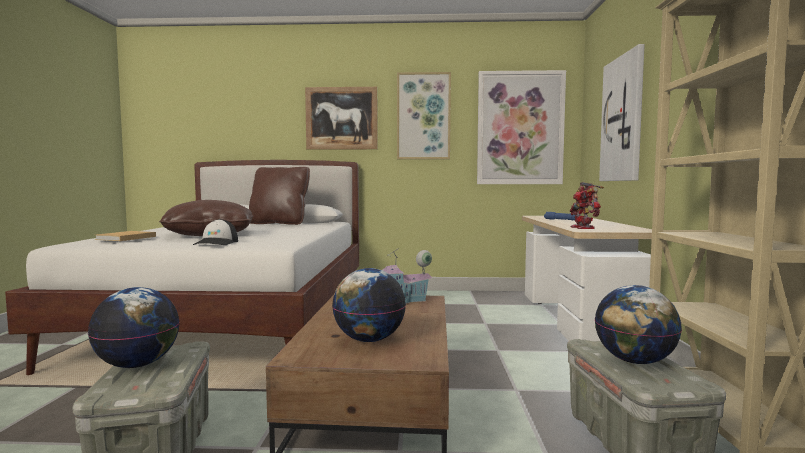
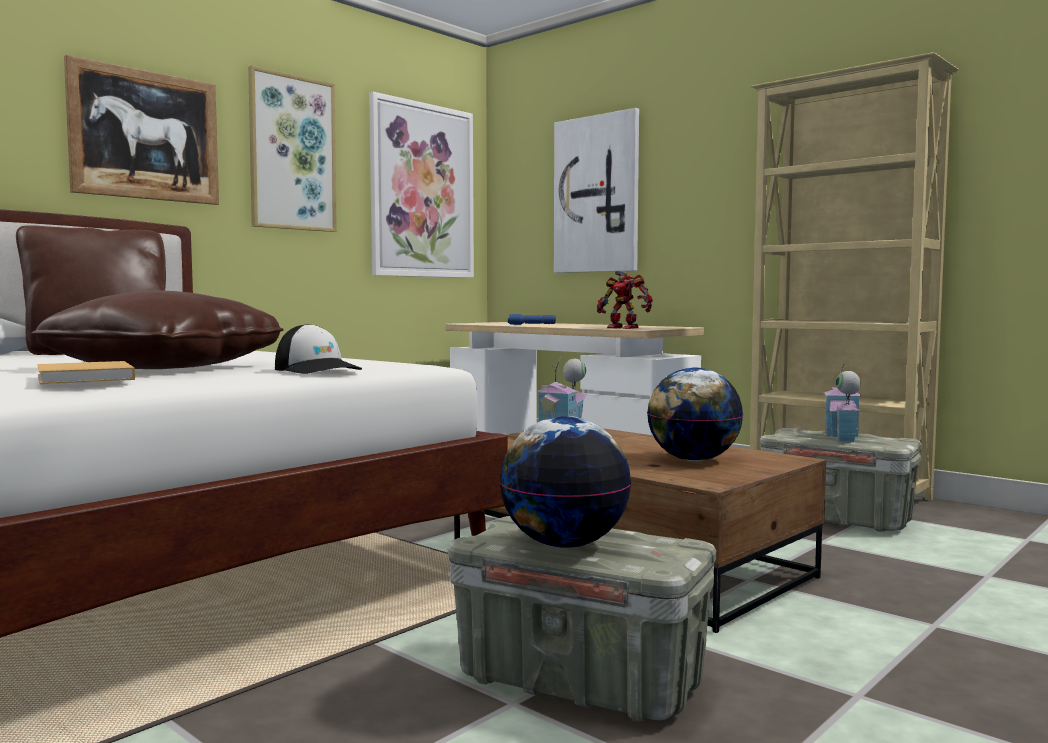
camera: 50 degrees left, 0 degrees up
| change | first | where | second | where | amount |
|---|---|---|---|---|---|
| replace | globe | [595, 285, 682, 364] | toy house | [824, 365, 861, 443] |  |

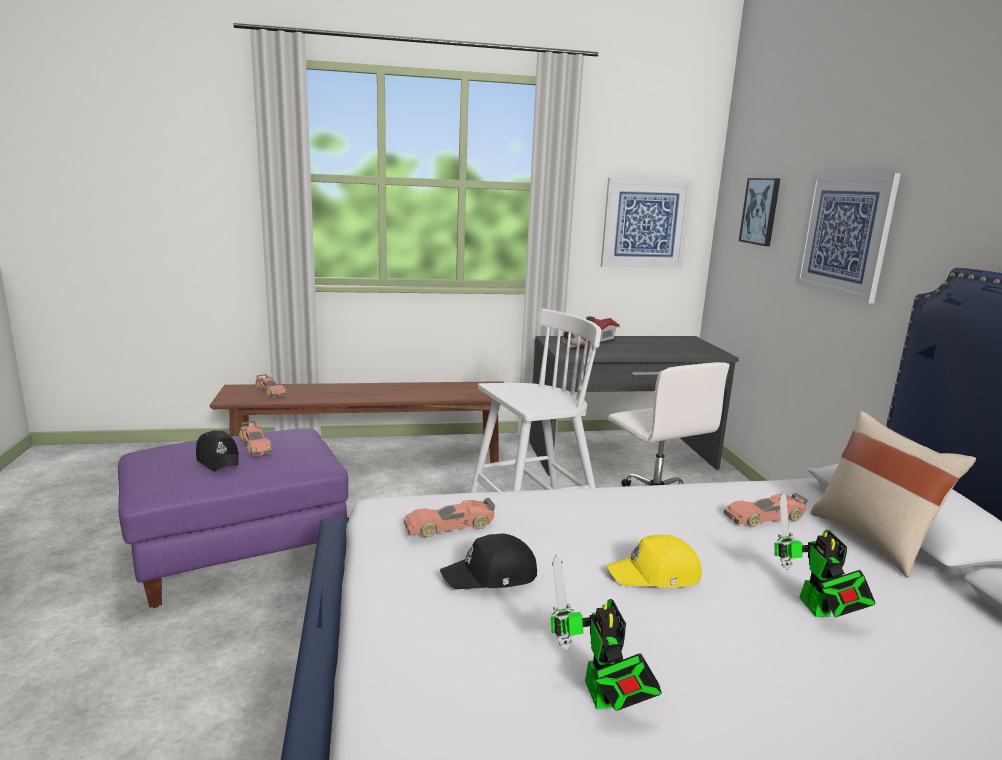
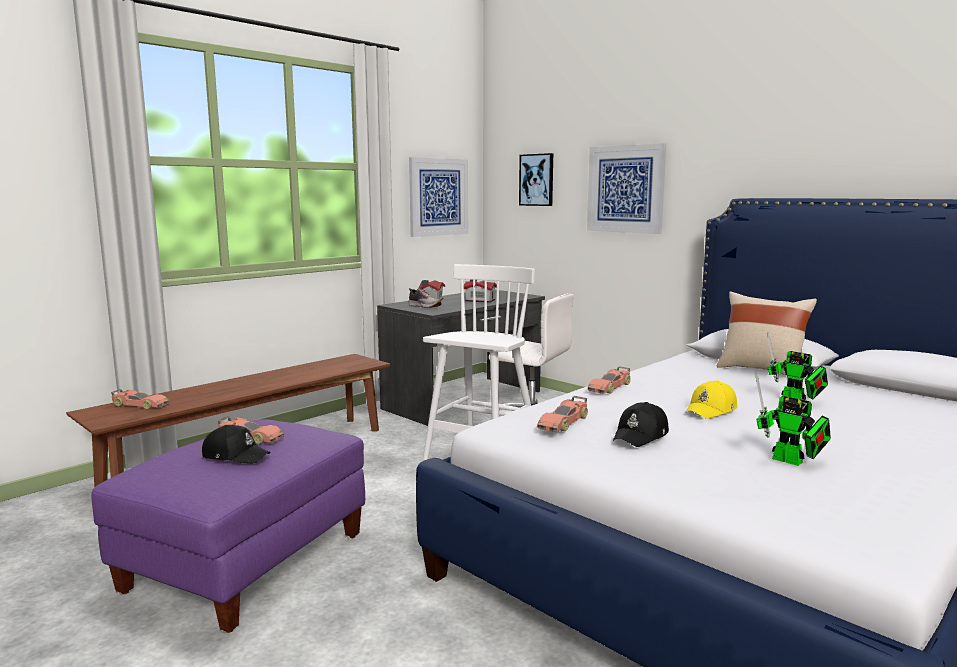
camera: 35 degrees left, 5 degrees down
| change | first | where | second | where | amount |
|---|---|---|---|---|---|
| insert |  |  | toy house | [464, 280, 497, 303] |  |
| move | toy car | [724, 493, 808, 527] |  | [588, 366, 631, 394] |  |

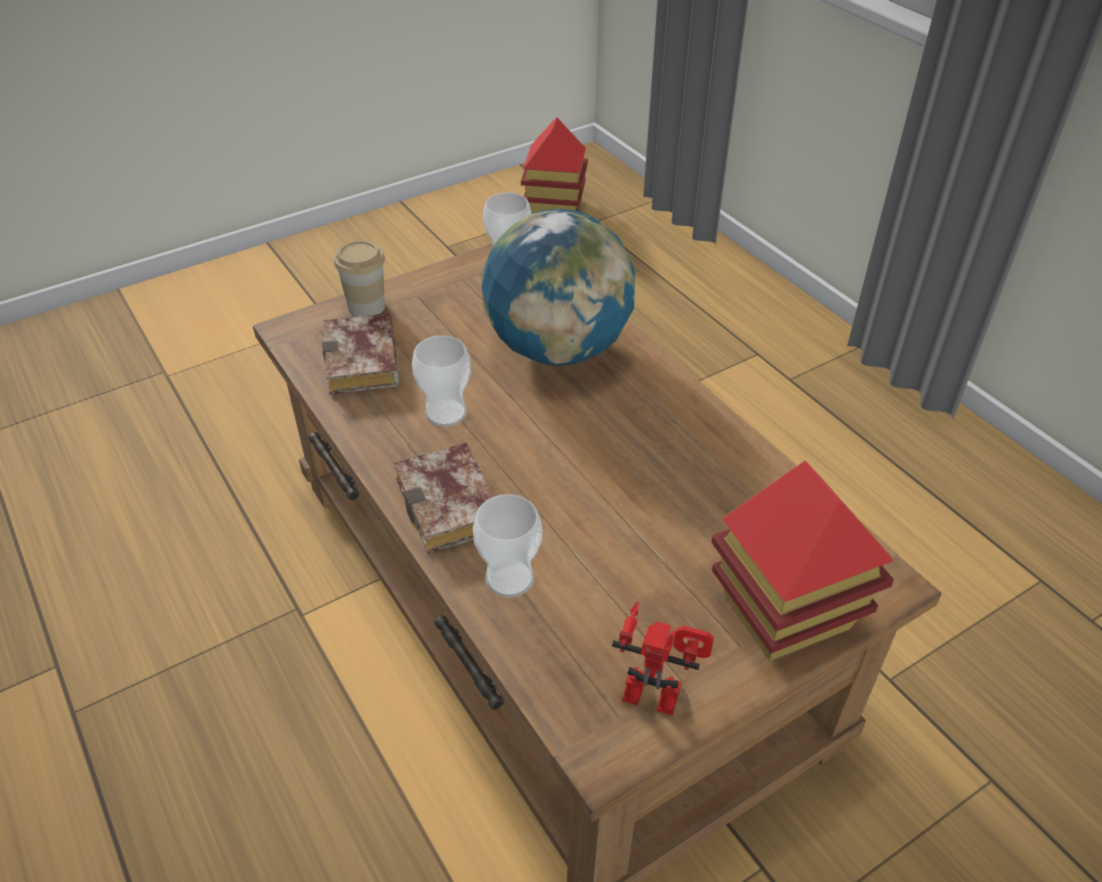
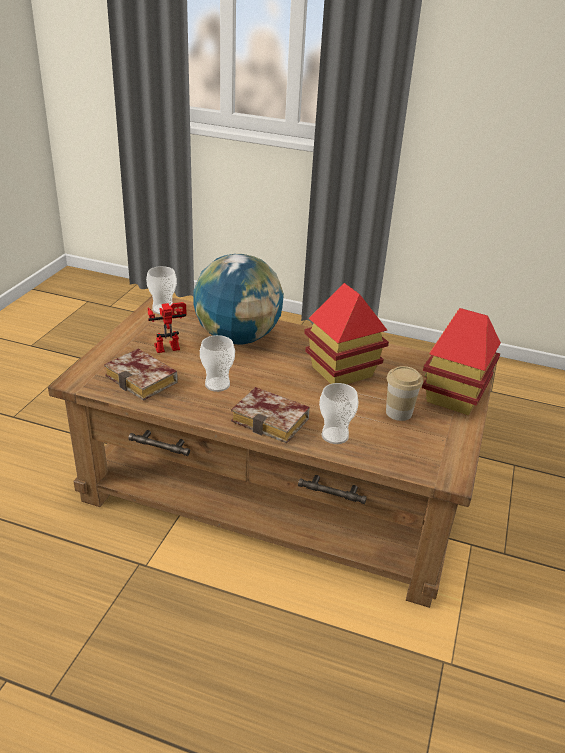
camera: 40 degrees left, 10 degrees down
| change | first | where | second | where | amount |
|---|---|---|---|---|---|
| move | toy robot | [612, 601, 714, 715] |  | [148, 302, 187, 353] |  |
| move | toy house | [521, 117, 588, 214] |  | [304, 283, 389, 384] |  |
| move | cup | [334, 241, 385, 317] |  | [386, 366, 423, 421] |  |

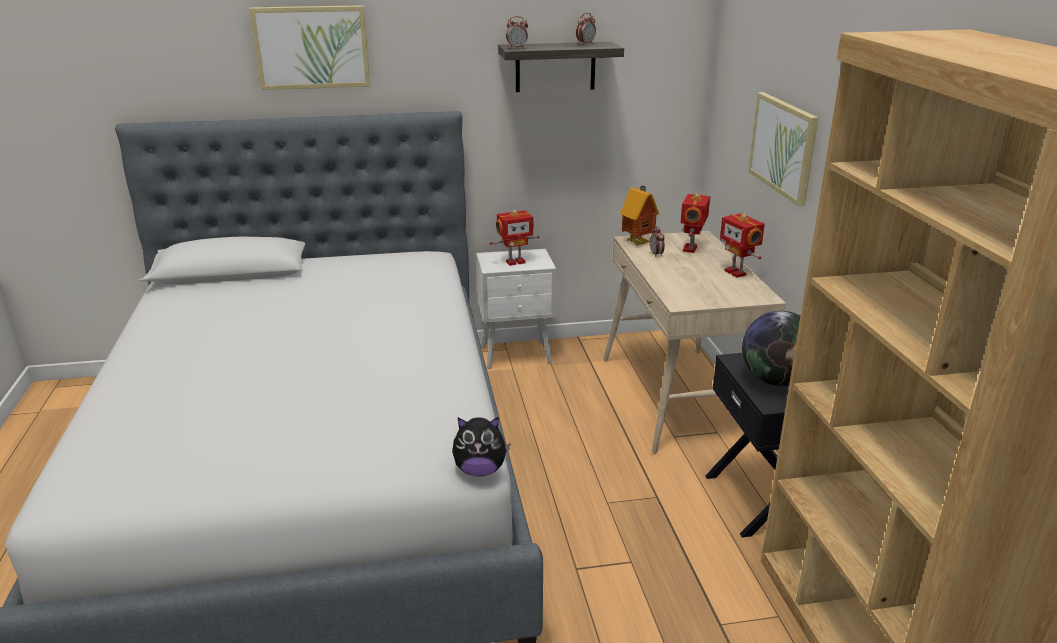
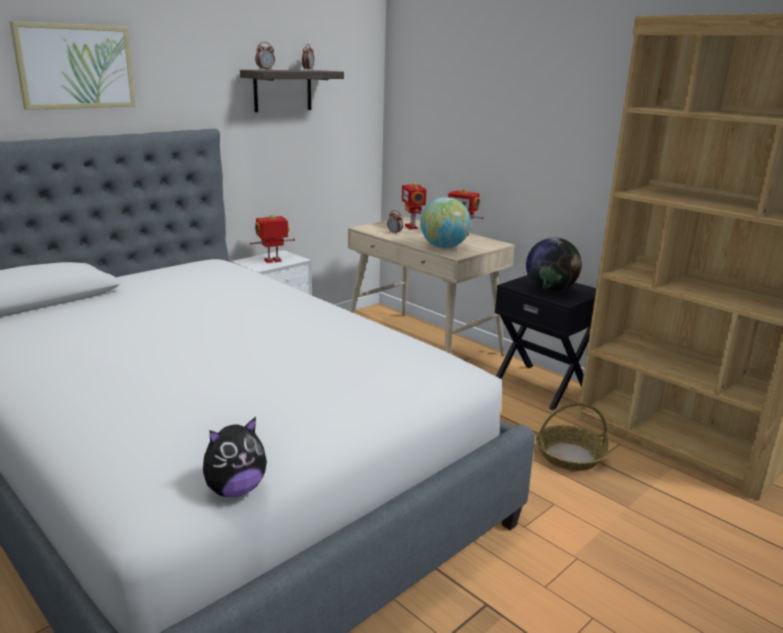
camera: 35 degrees left, 5 degrees down
| change | first | where | second | where | amount |
|---|---|---|---|---|---|
| move | plush toy | [452, 417, 511, 477] |  | [203, 417, 267, 497] |  |
| rotate | toy robot | [490, 210, 539, 266] |  | [250, 214, 295, 263] | 150 degrees counterclockwise |
| insert |  |  | globe | [420, 197, 471, 248] |  |
| insert |  |  | basket | [536, 403, 608, 471] |  |
| delete | toy house | [620, 186, 659, 246] |  |  |  |
| delete | picture | [748, 92, 818, 206] |  |  |  |

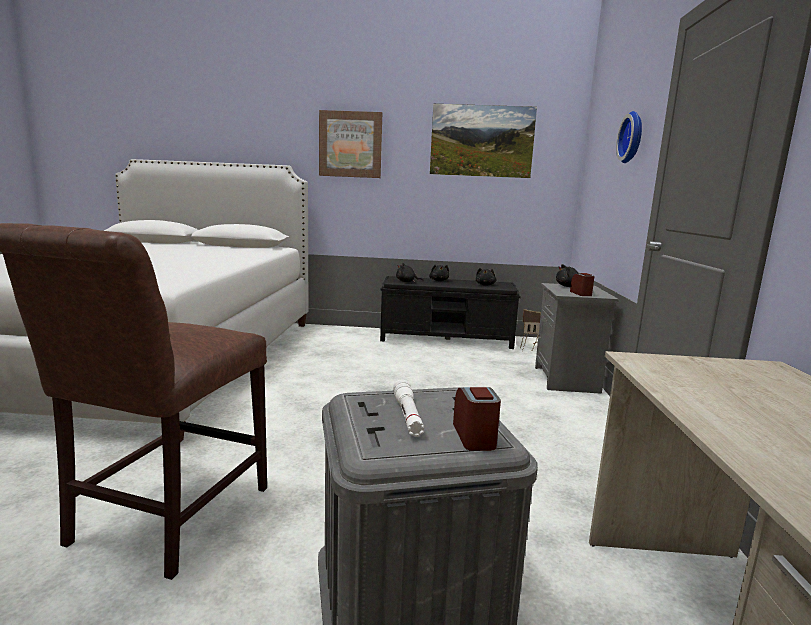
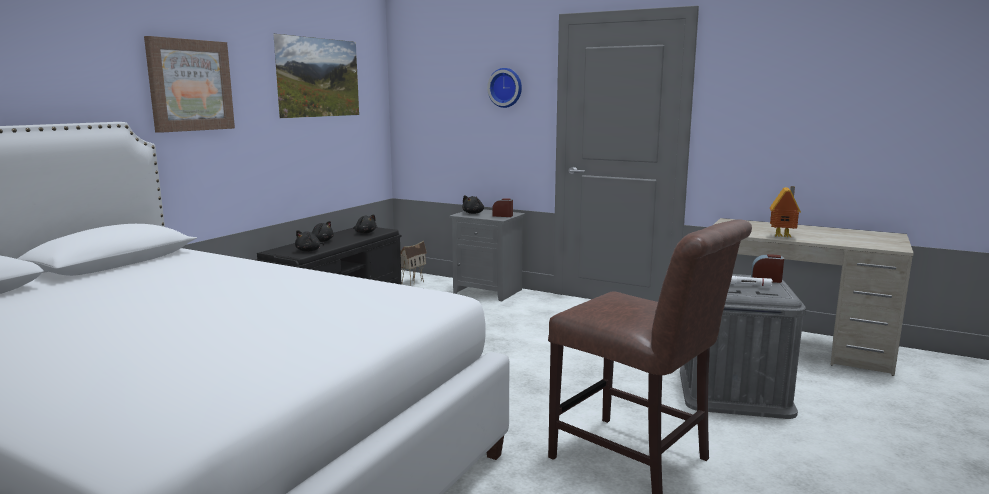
camera: 65 degrees left, 0 degrees up
| change | first | where | second | where | amount |
|---|---|---|---|---|---|
| insert |  |  | toy house | [770, 186, 801, 237] |  |

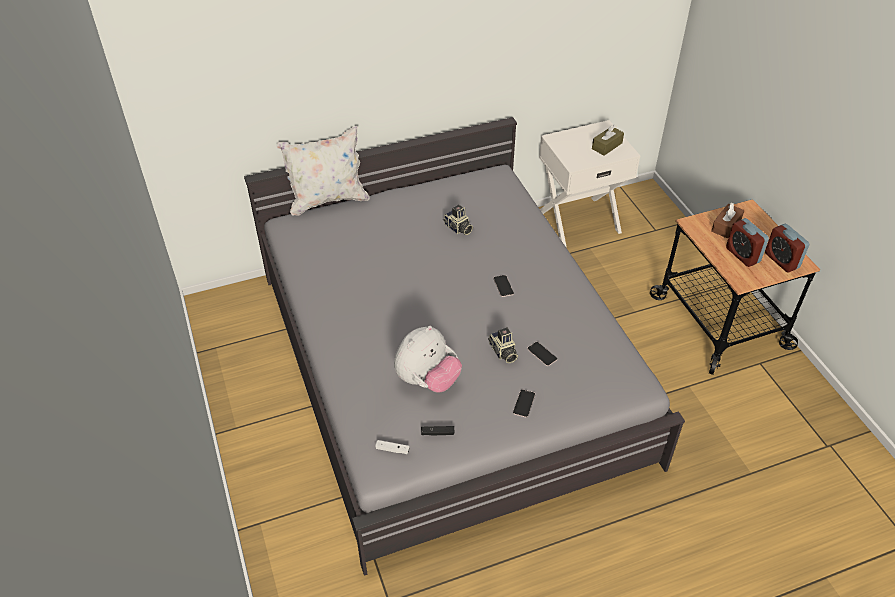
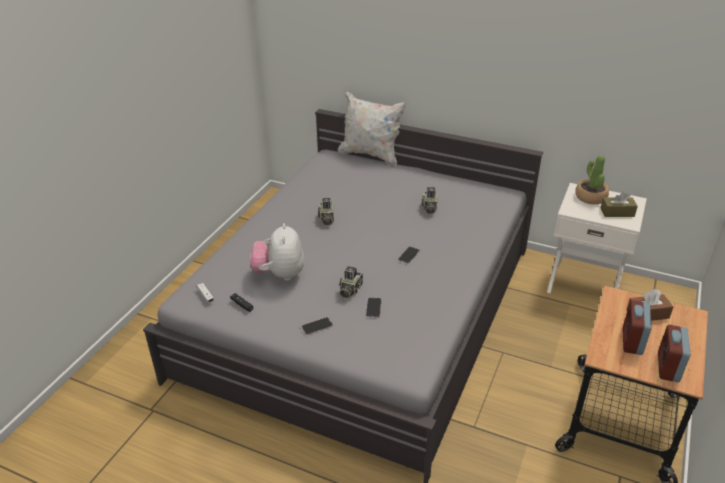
camera: 45 degrees right, 10 degrees down
| change | first | where | second | where | amount |
|---|---|---|---|---|---|
| rotate | plush toy | [394, 326, 462, 392] |  | [250, 223, 304, 281] | 90 degrees clockwise |
| insert |  |  | photo camera | [318, 198, 334, 226] |  |
| insert |  |  | potted plant | [575, 155, 609, 204] |  |

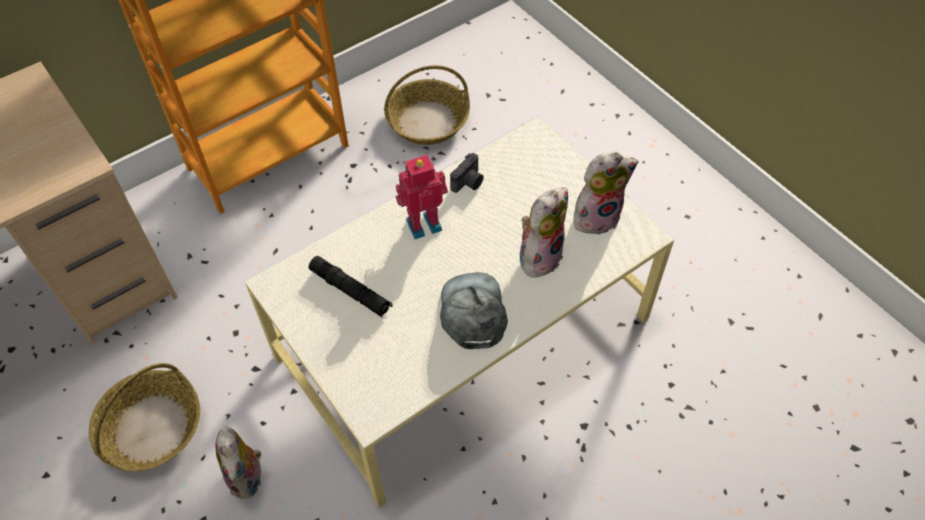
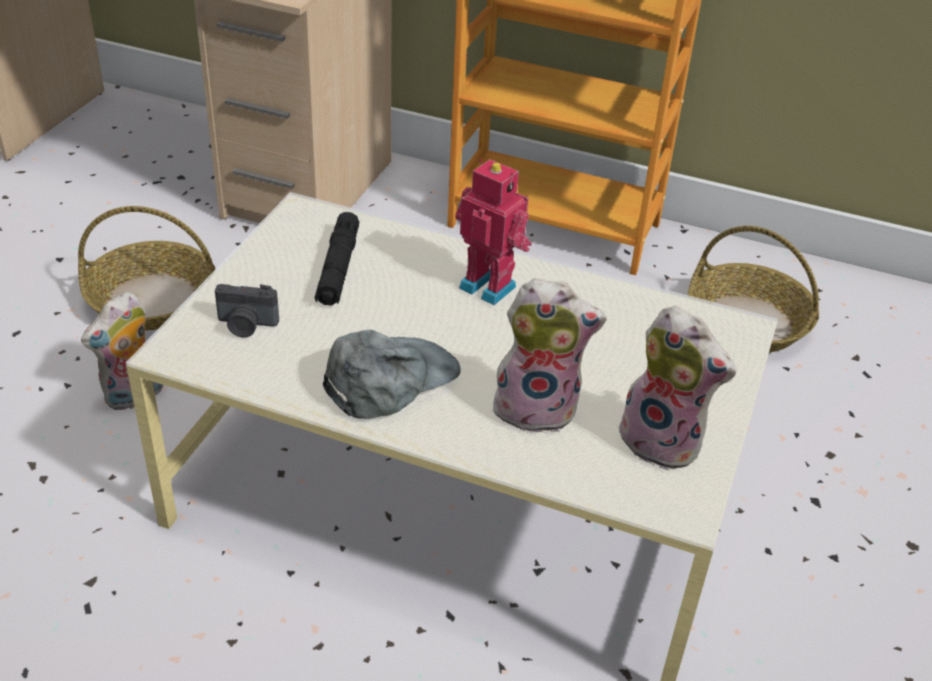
camera: 55 degrees right, 15 degrees down
| change | first | where | second | where | amount |
|---|---|---|---|---|---|
| move | photo camera | [450, 153, 484, 193] |  | [215, 284, 279, 337] |  |

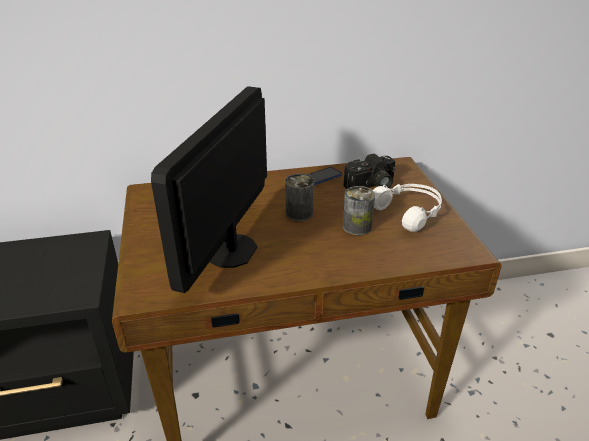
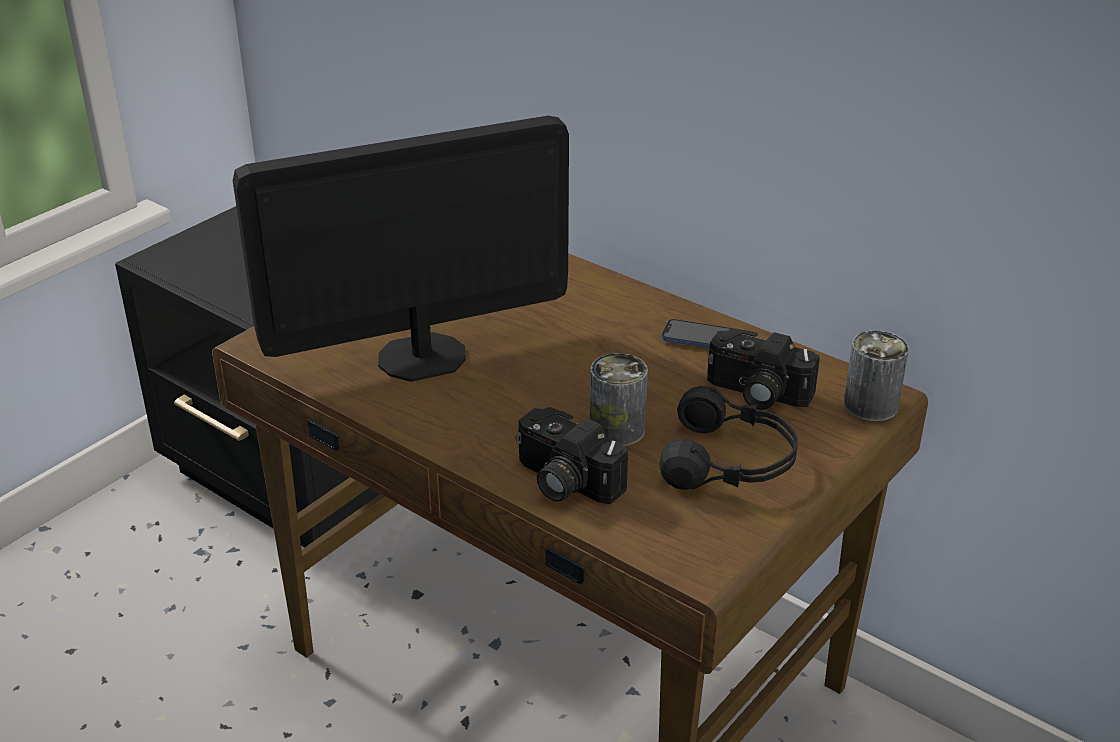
camera: 50 degrees right, 0 degrees up
| change | first | where | second | where | amount |
|---|---|---|---|---|---|
| insert |  |  | photo camera | [515, 407, 628, 504] |  |
| recolor | white headphones | [373, 184, 442, 232] | black headphones | [659, 386, 798, 490] |  |
| move | can | [285, 174, 314, 221] |  | [843, 330, 909, 422] |  |

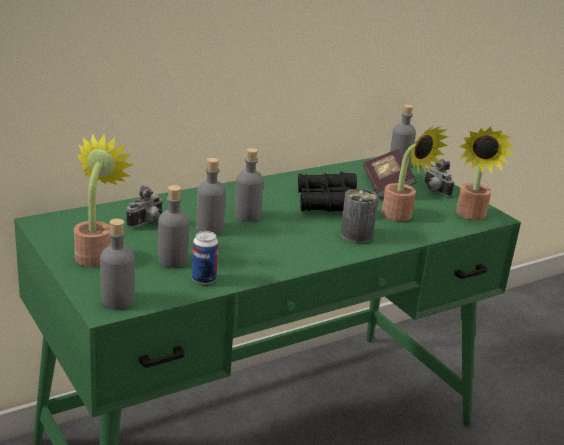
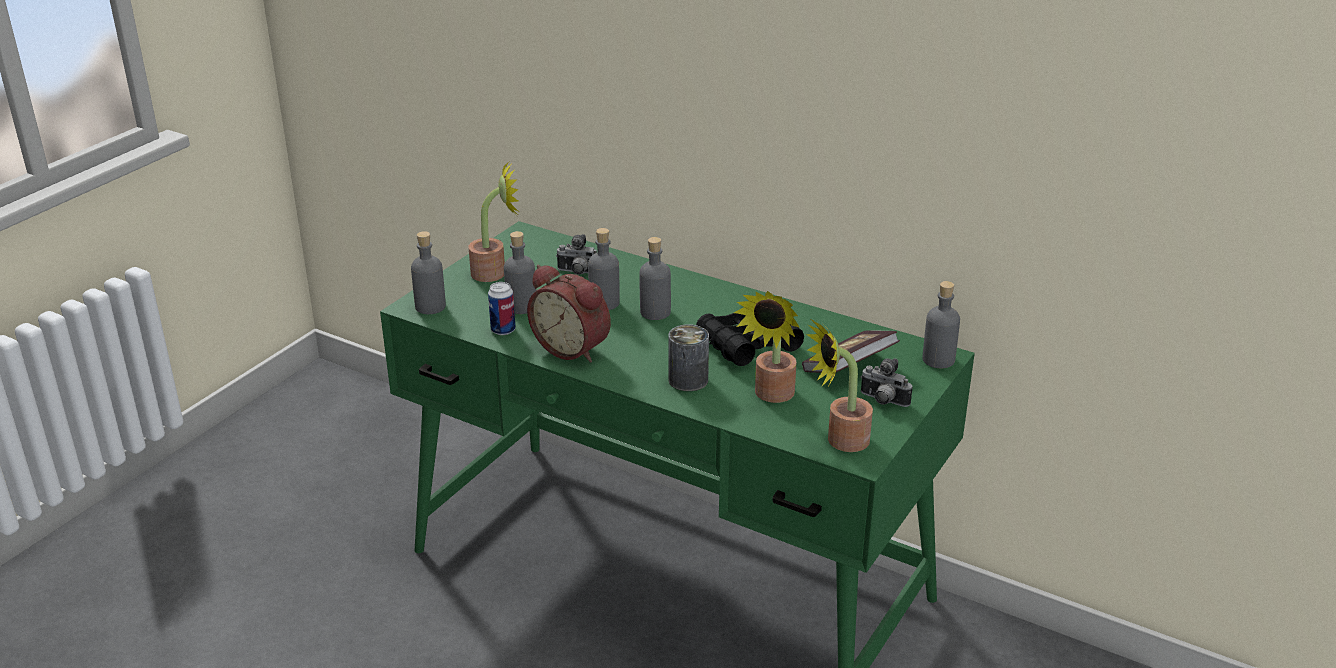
camera: 65 degrees right, 5 degrees up
| change | first | where | second | where | amount |
|---|---|---|---|---|---|
| insert |  |  | alarm clock | [527, 265, 611, 363] |  |
| rotate | photo camera | [424, 159, 454, 197] |  | [860, 358, 912, 407] | 90 degrees counterclockwise |

